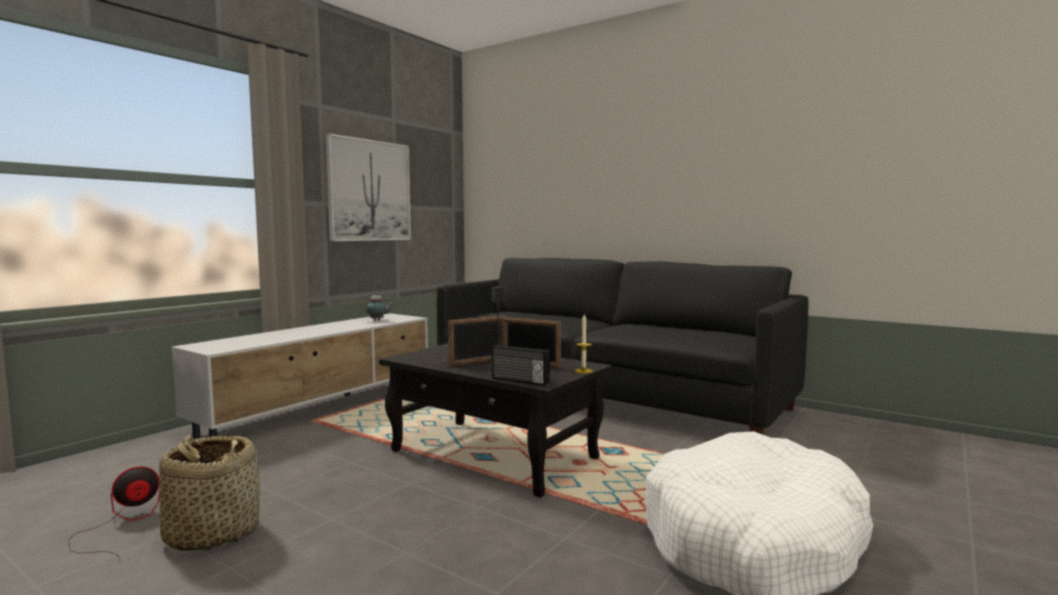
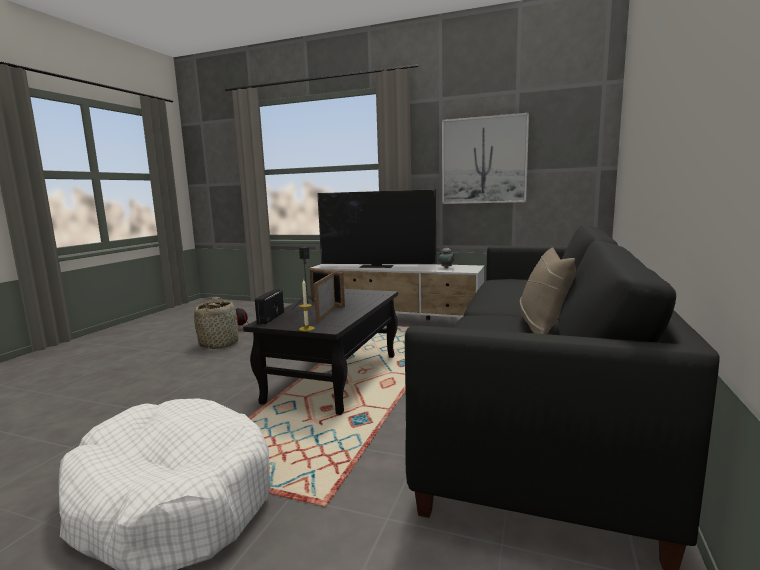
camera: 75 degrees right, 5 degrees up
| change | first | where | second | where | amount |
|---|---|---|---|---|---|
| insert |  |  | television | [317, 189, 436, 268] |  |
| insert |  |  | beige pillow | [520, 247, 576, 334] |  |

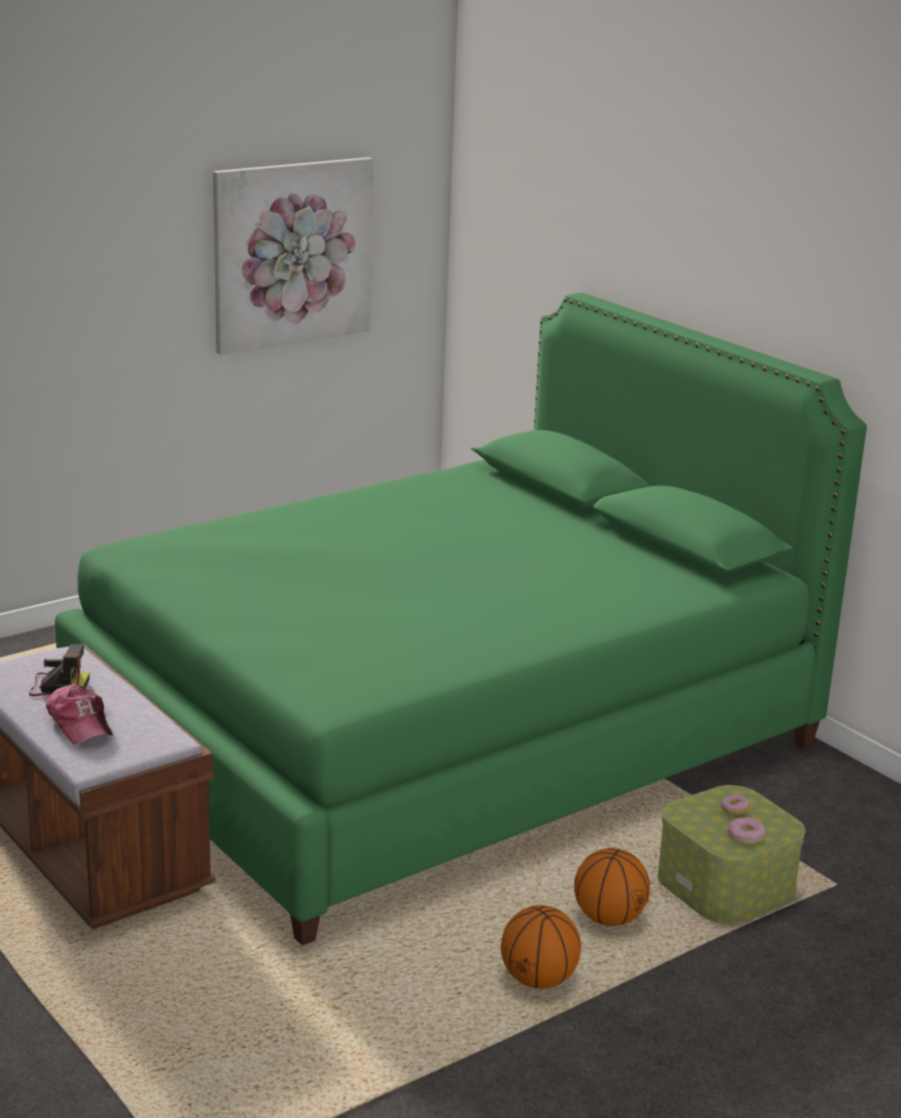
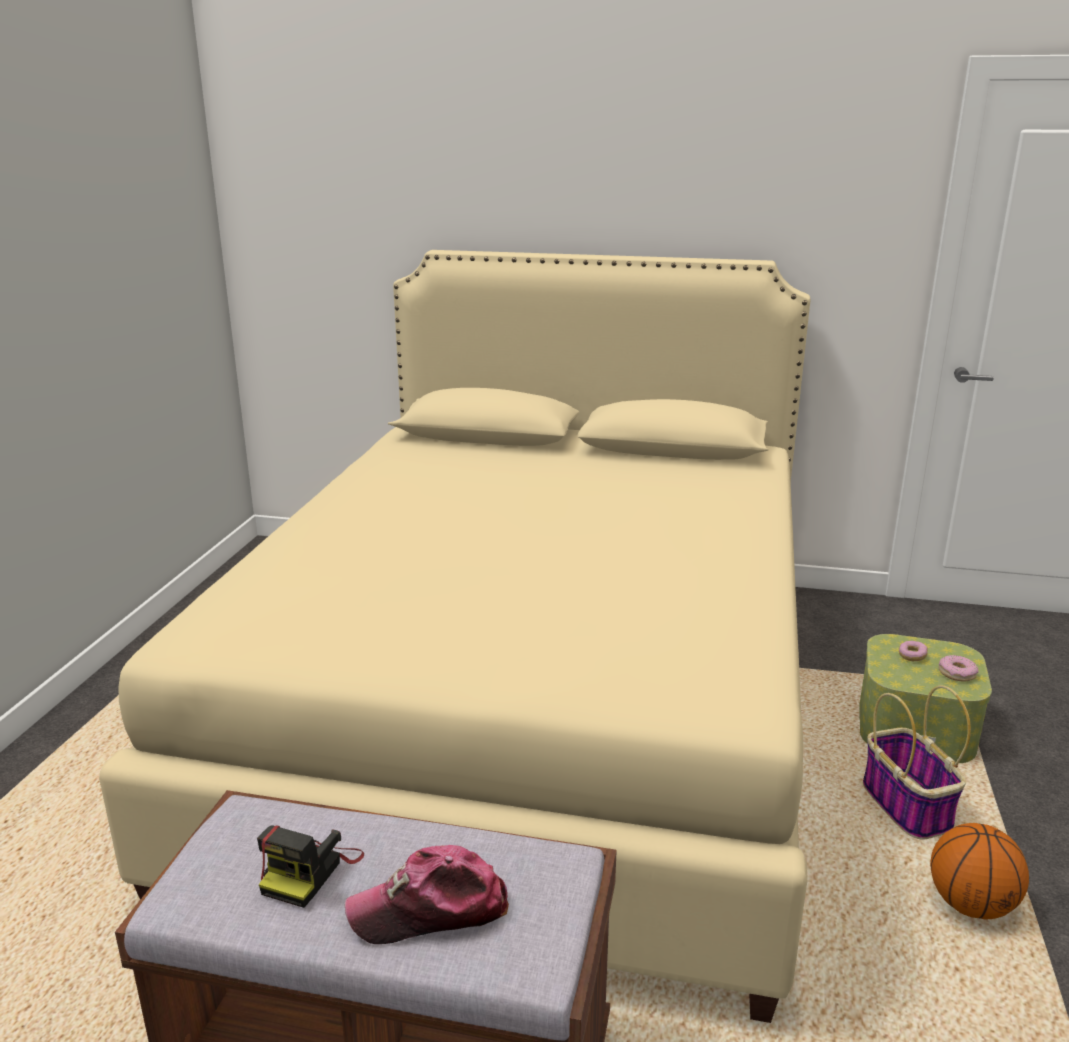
camera: 40 degrees left, 0 degrees up
| change | first | where | second | where | amount |
|---|---|---|---|---|---|
| recolor | green bed | [55, 293, 867, 946] | beige bed | [99, 250, 810, 1023] |  |
| rotate | photo camera | [29, 644, 90, 696] |  | [257, 825, 364, 908] | 150 degrees clockwise |
| rotate | cap | [46, 683, 113, 744] |  | [345, 845, 509, 944] | 150 degrees clockwise |
| replace | basketball | [574, 848, 650, 926] | basket | [863, 685, 971, 840] |  |
| delete | picture | [213, 157, 373, 355] |  |  |  |

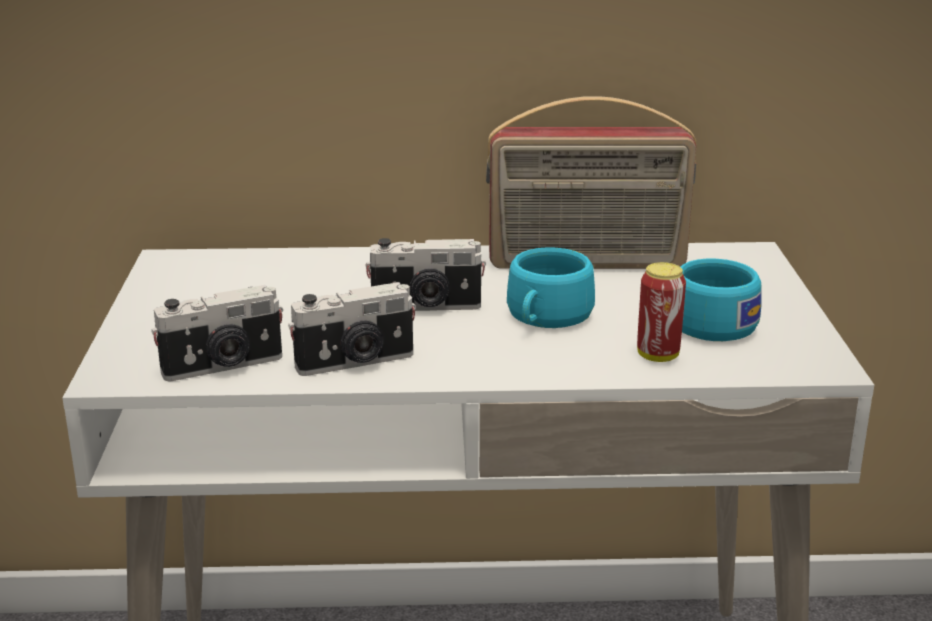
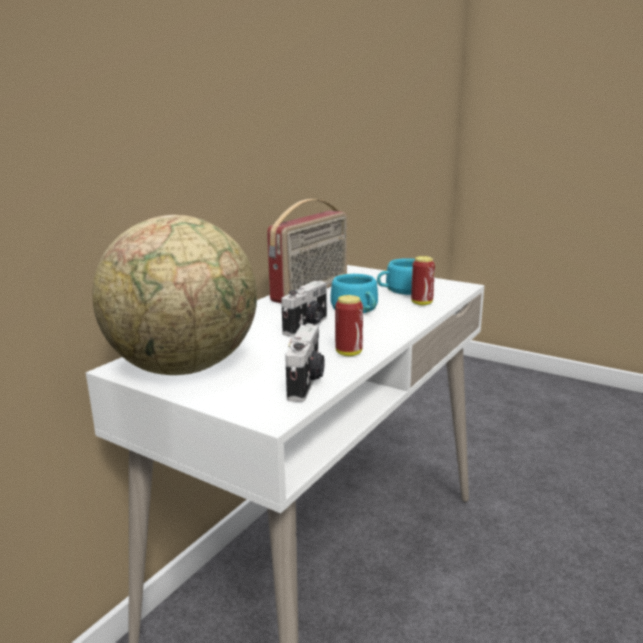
camera: 55 degrees left, 5 degrees down
| change | first | where | second | where | amount |
|---|---|---|---|---|---|
| insert |  |  | globe | [92, 215, 257, 375] |  |
| replace | photo camera | [288, 282, 416, 376] | can | [335, 295, 363, 356] |  |

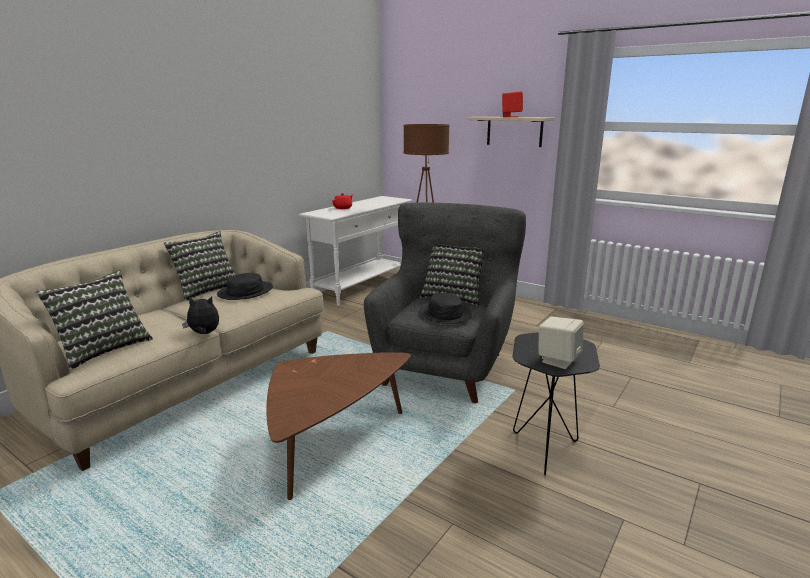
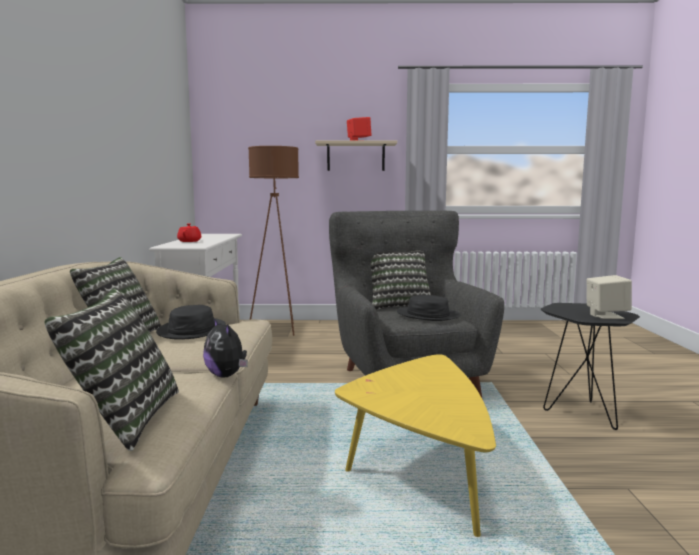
camera: 35 degrees left, 10 degrees down
| change | first | where | second | where | amount |
|---|---|---|---|---|---|
| rotate | plush toy | [182, 297, 219, 334] |  | [203, 319, 248, 377] | 90 degrees counterclockwise |
| recolor | brown coffee table | [266, 352, 411, 500] | yellow coffee table | [335, 354, 496, 537] |  |

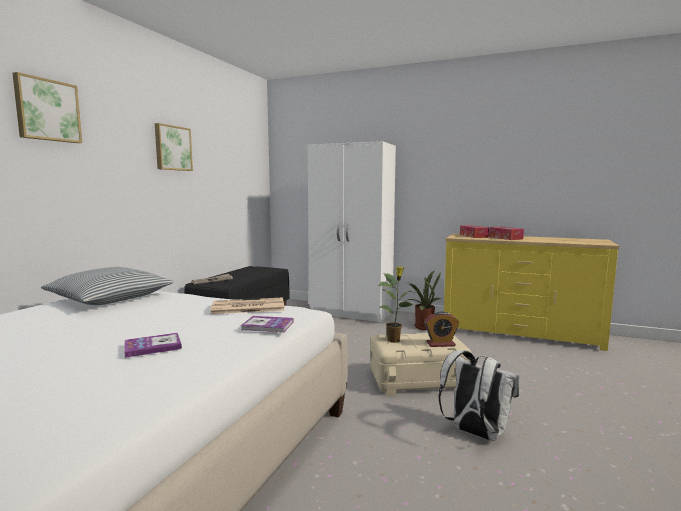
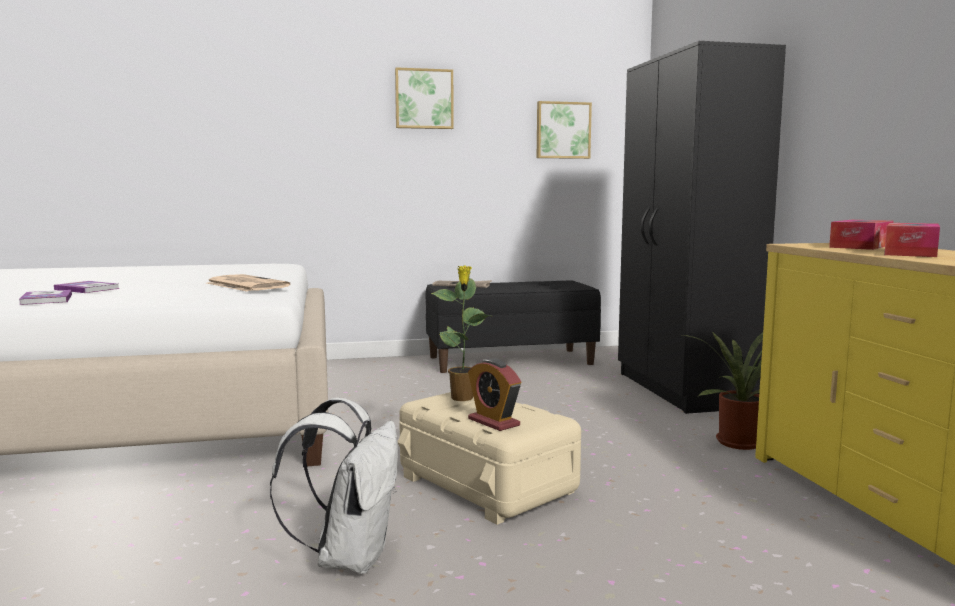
camera: 55 degrees right, 0 degrees up
| change | first | where | second | where | amount |
|---|---|---|---|---|---|
| move | book | [240, 316, 294, 333] |  | [19, 290, 72, 305] |  |
| move | picture | [13, 72, 82, 143] |  | [537, 101, 592, 159] |  |
| recolor | white wardrobe | [308, 141, 396, 323] | black wardrobe | [618, 41, 786, 414] |  |
| delete | pillow | [41, 267, 173, 305] |  |  |  |

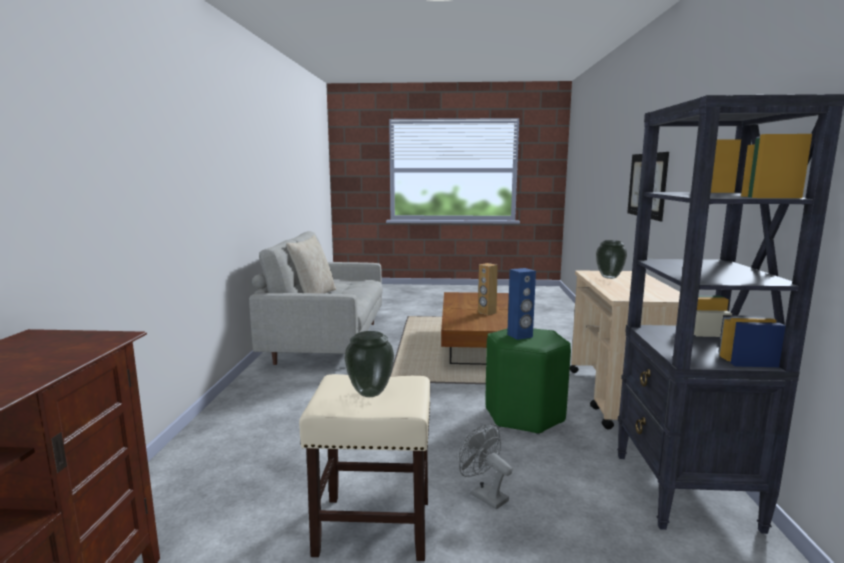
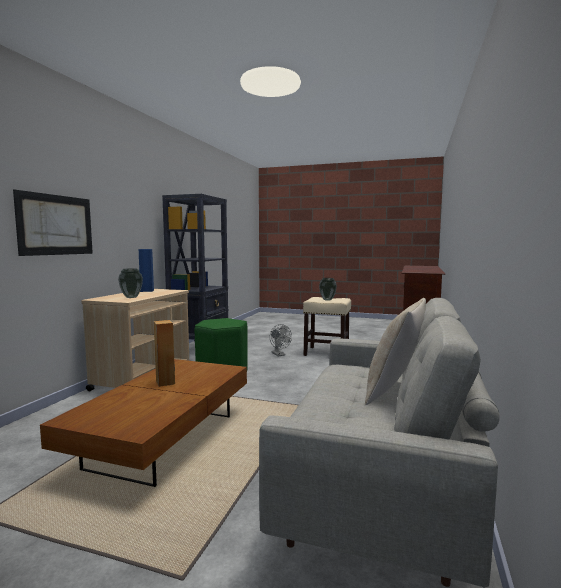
camera: 165 degrees left, 5 degrees down
| change | first | where | second | where | amount |
|---|---|---|---|---|---|
| move | blue speaker | [507, 268, 536, 340] |  | [139, 249, 154, 292] |  |

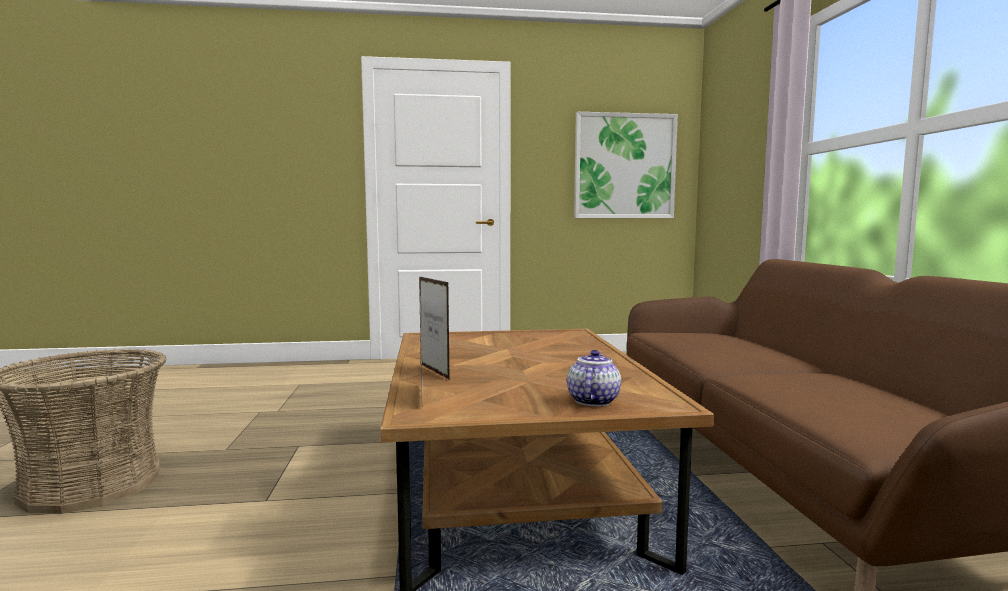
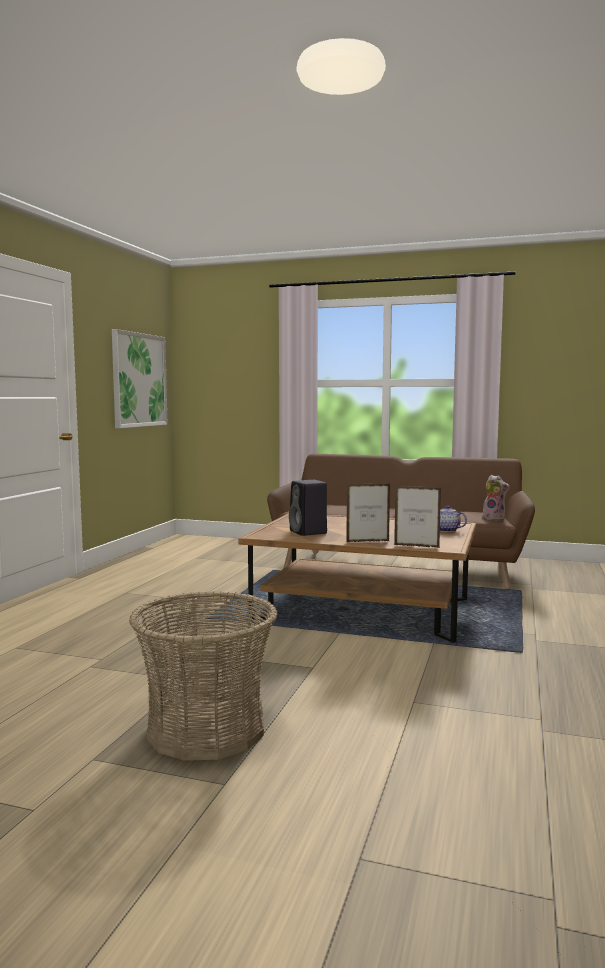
camera: 65 degrees left, 0 degrees up
| change | first | where | second | where | amount |
|---|---|---|---|---|---|
| insert |  |  | black speaker | [289, 480, 327, 536] |  |
| insert |  |  | plush toy | [482, 475, 510, 521] |  |

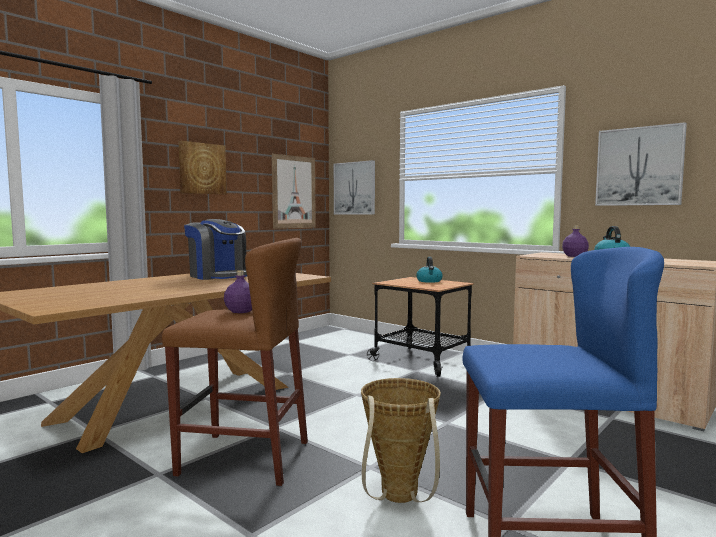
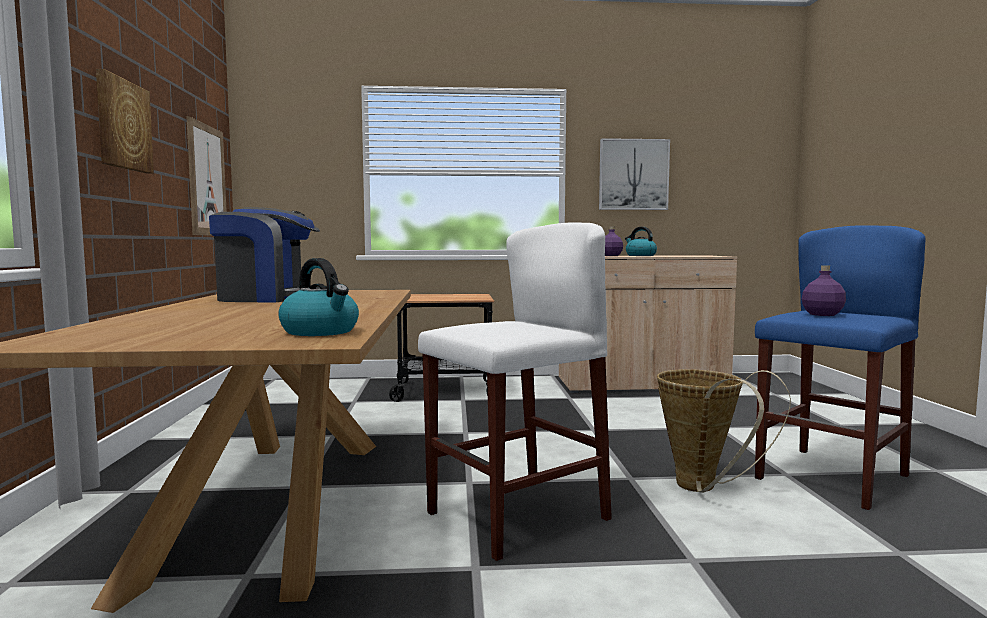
camera: 45 degrees left, 0 degrees up
| change | first | where | second | where | amount |
|---|---|---|---|---|---|
| move | kettle | [416, 257, 443, 283] |  | [278, 258, 359, 336] |  |
| recolor | brown stool | [162, 238, 308, 486] | white stool | [418, 222, 612, 561] |  |
| move | purple bottle | [224, 271, 252, 313] |  | [802, 265, 846, 316] |  |
| delete | picture | [334, 160, 375, 214] |  |  |  |

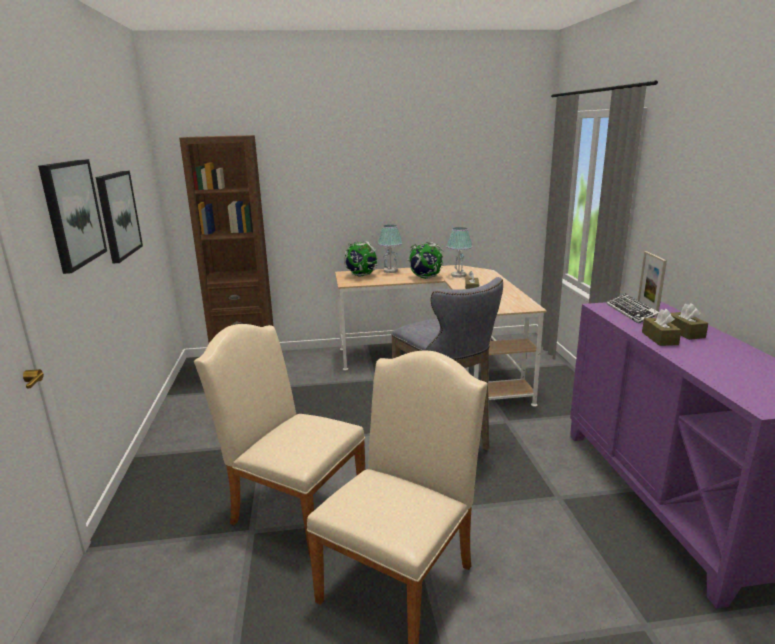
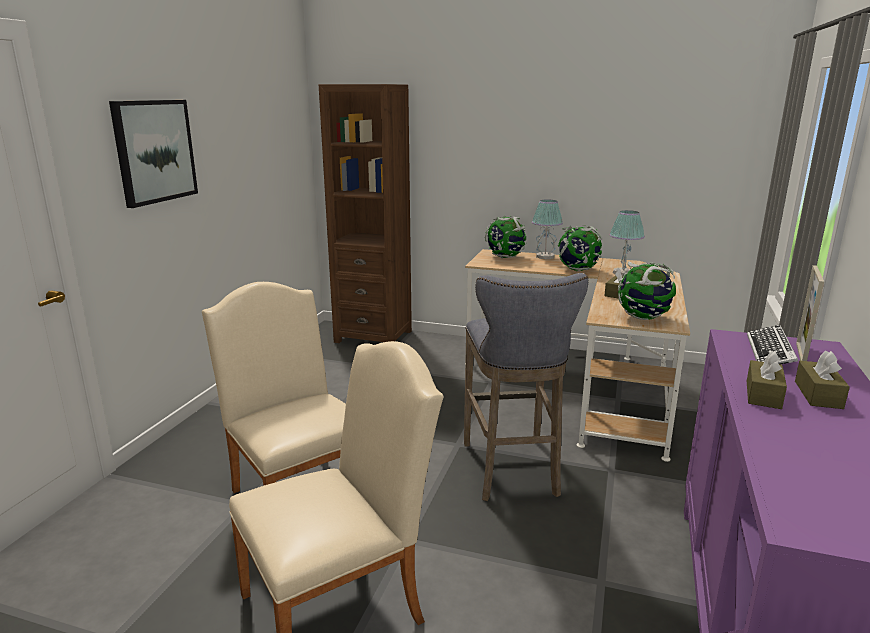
camera: 25 degrees right, 0 degrees up
| change | first | where | second | where | amount |
|---|---|---|---|---|---|
| insert |  |  | globe | [618, 261, 676, 320] |  |
| delete | picture | [96, 171, 143, 263] |  |  |  |

